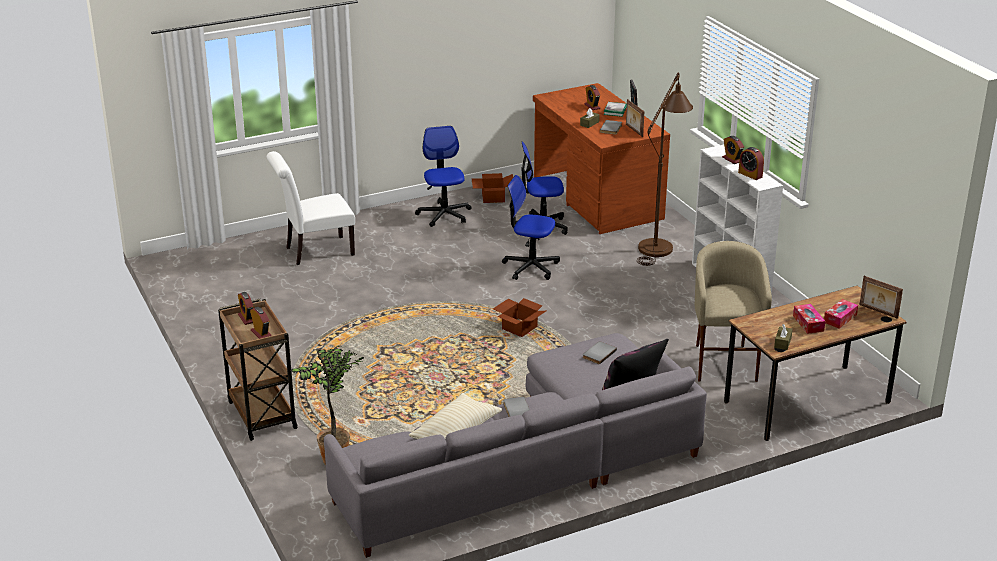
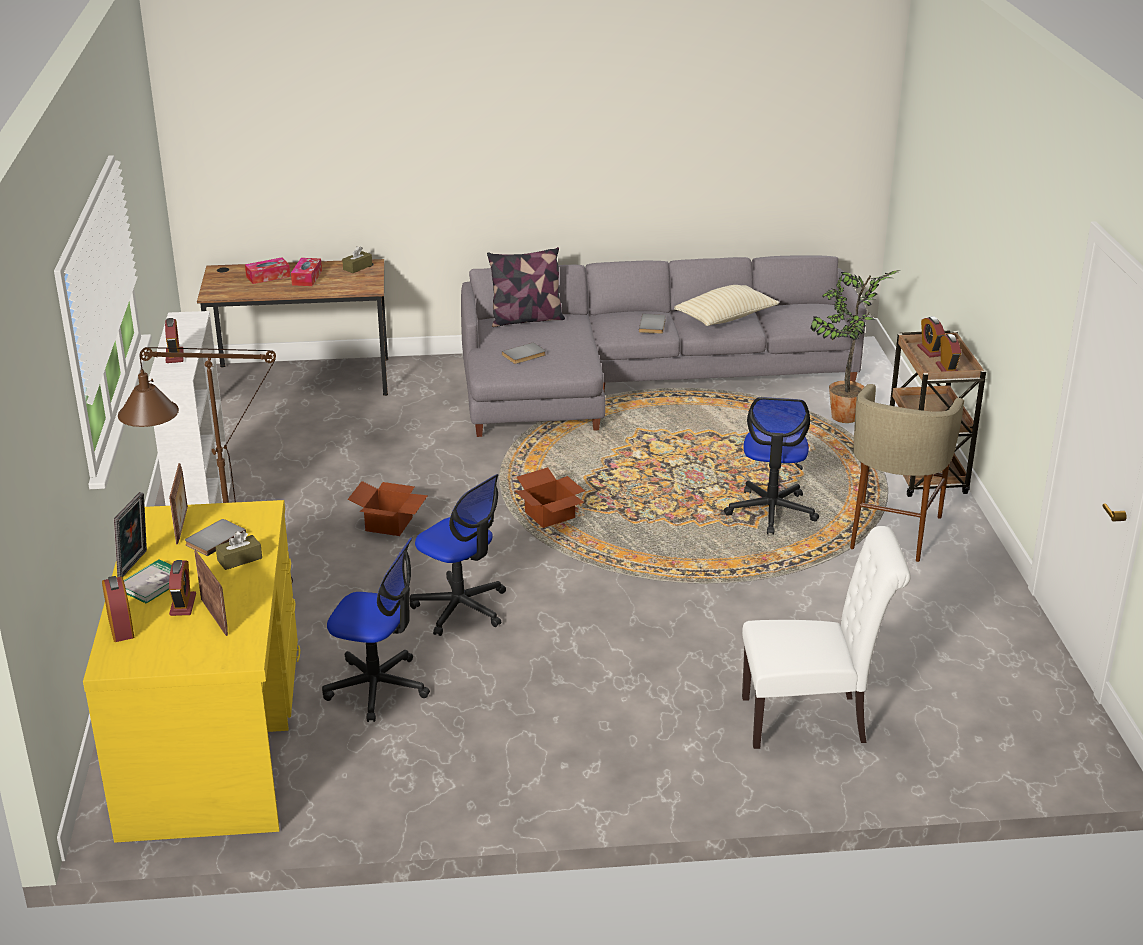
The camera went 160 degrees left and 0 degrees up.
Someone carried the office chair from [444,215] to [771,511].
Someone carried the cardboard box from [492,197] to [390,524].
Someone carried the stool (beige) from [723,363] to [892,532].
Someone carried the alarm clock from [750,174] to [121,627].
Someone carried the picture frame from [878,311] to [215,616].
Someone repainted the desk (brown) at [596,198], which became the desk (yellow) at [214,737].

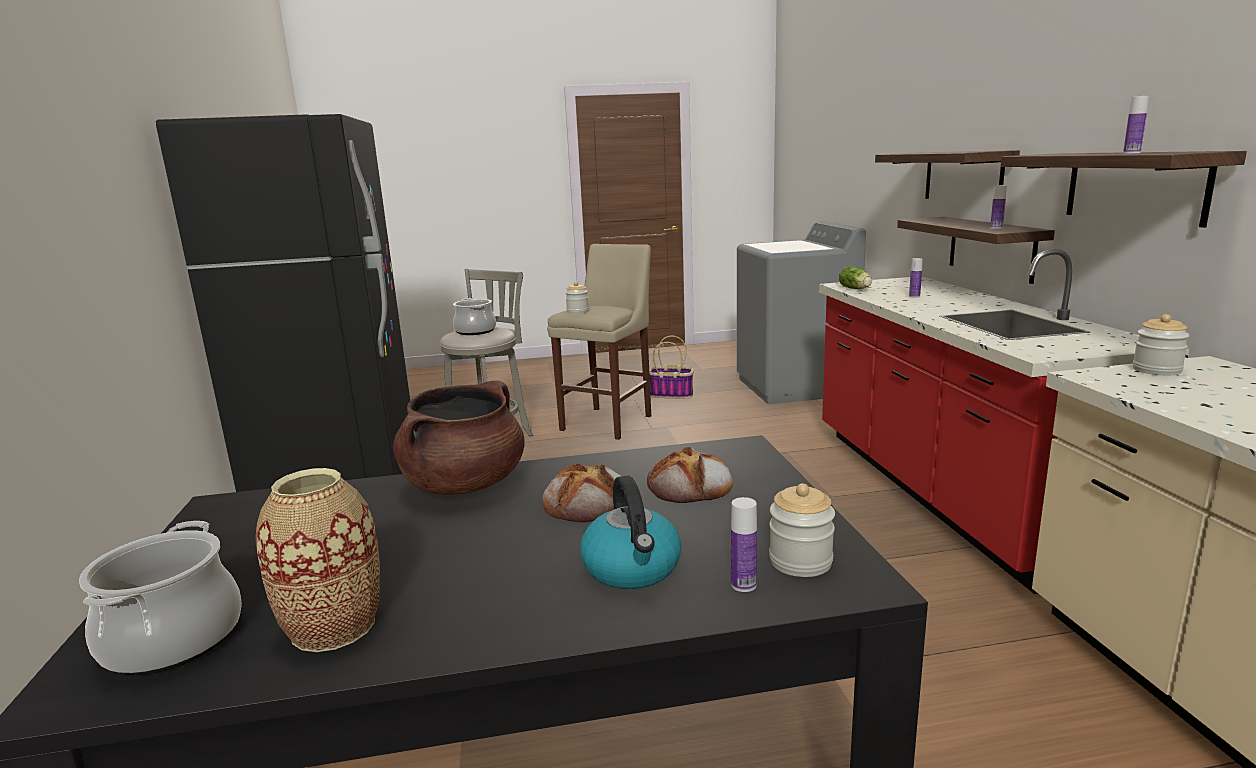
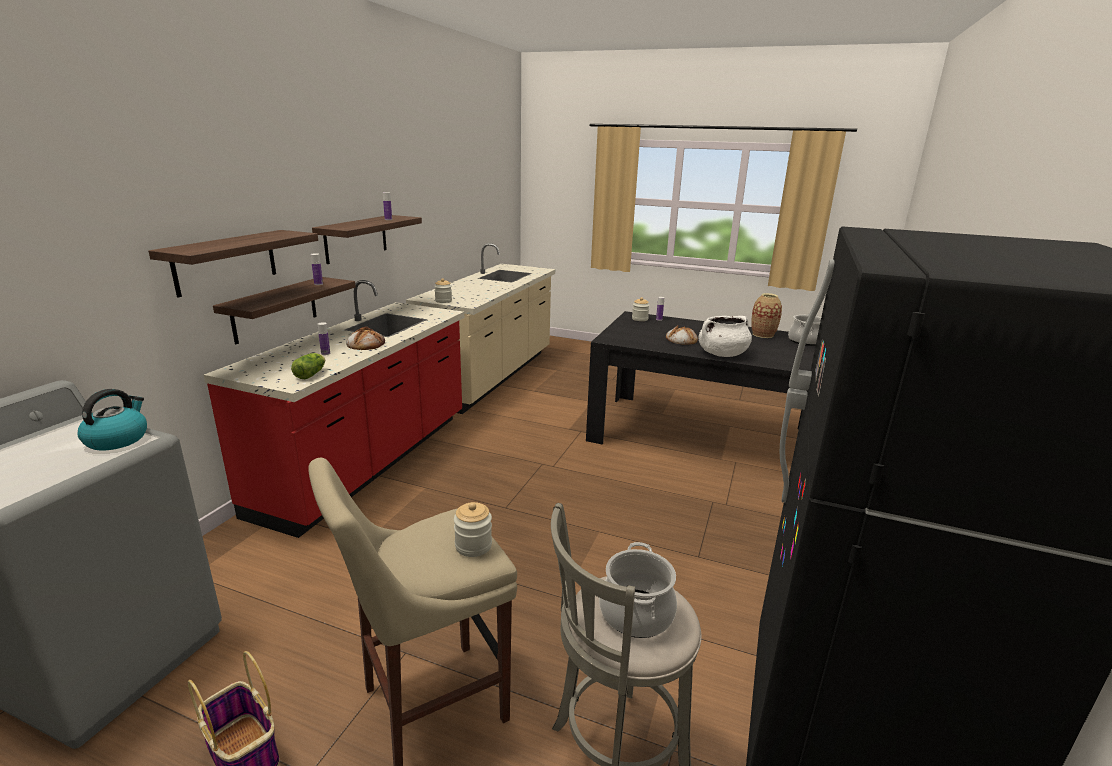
The camera went 150 degrees left and 5 degrees up.
Someone carried the kettle from [632,568] to [117,439].
Someone carried the bread from [691,486] to [365,344].
Someone repainted the cooking pot (brown) at [465,484], which became the cooking pot (white) at [722,354].

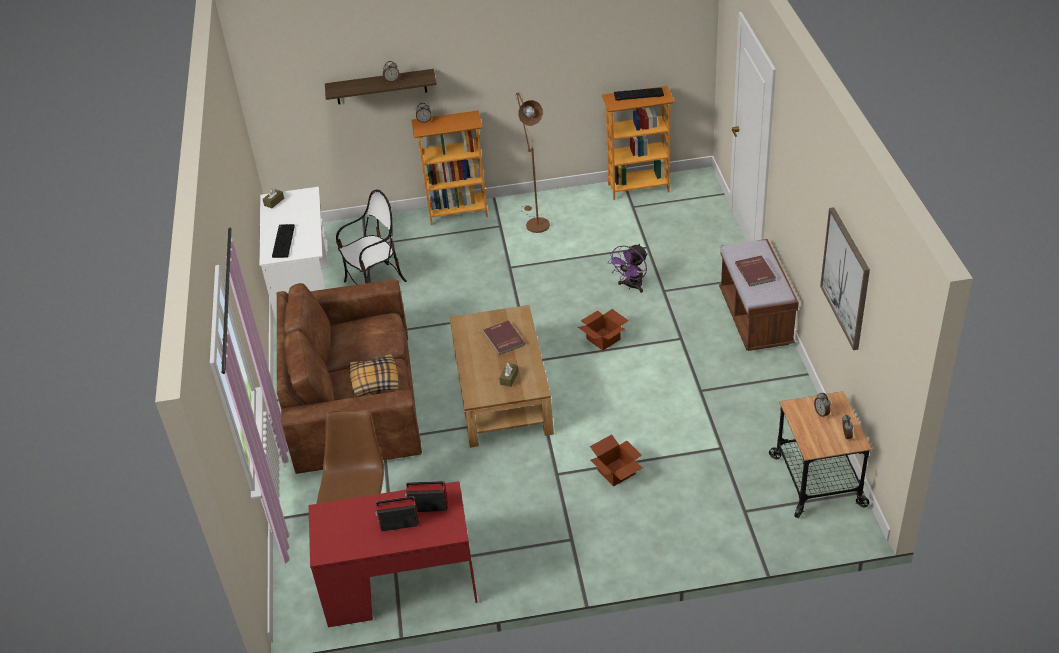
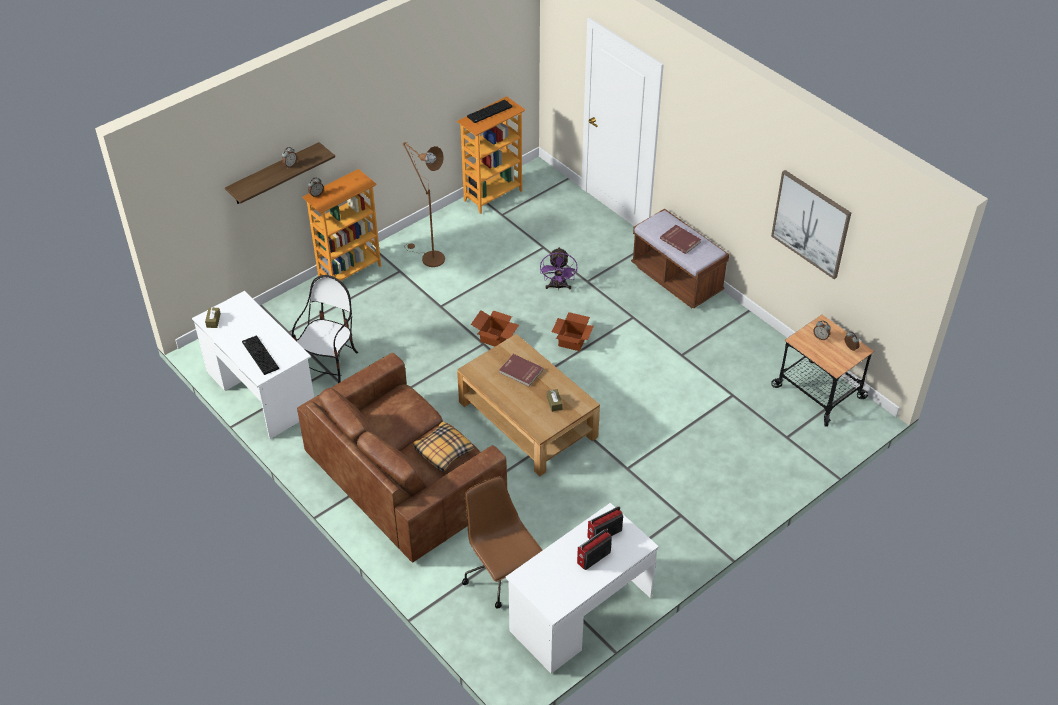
The camera went 35 degrees left and 5 degrees up.
Someone carried the cardboard box from [616,473] to [495,338].
Someone repainted the desk (red) at [400,587], which became the desk (white) at [580,614].

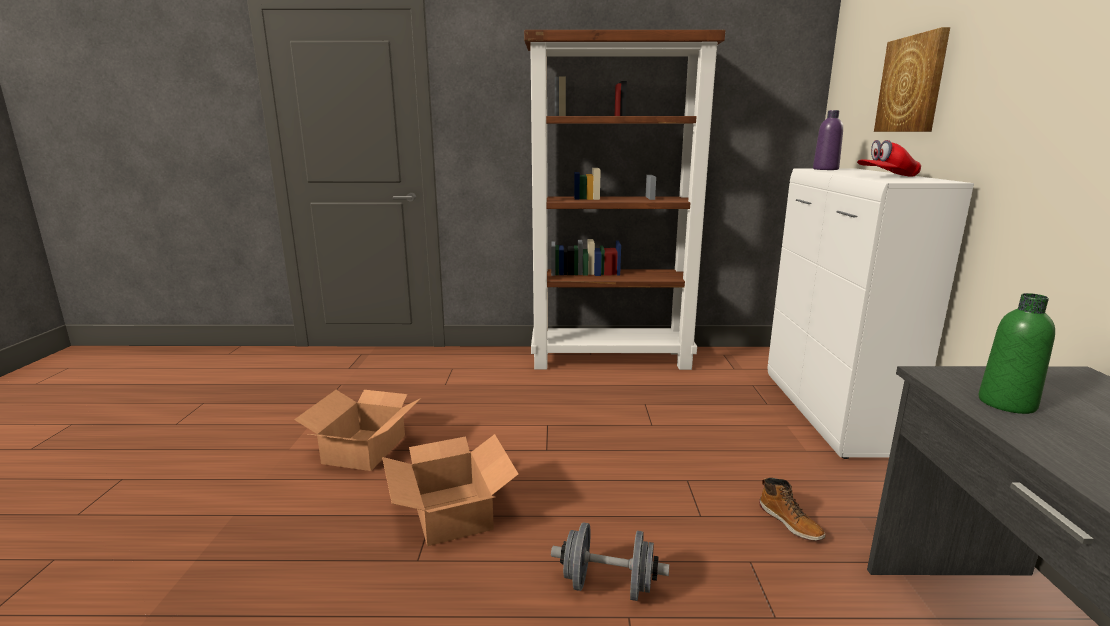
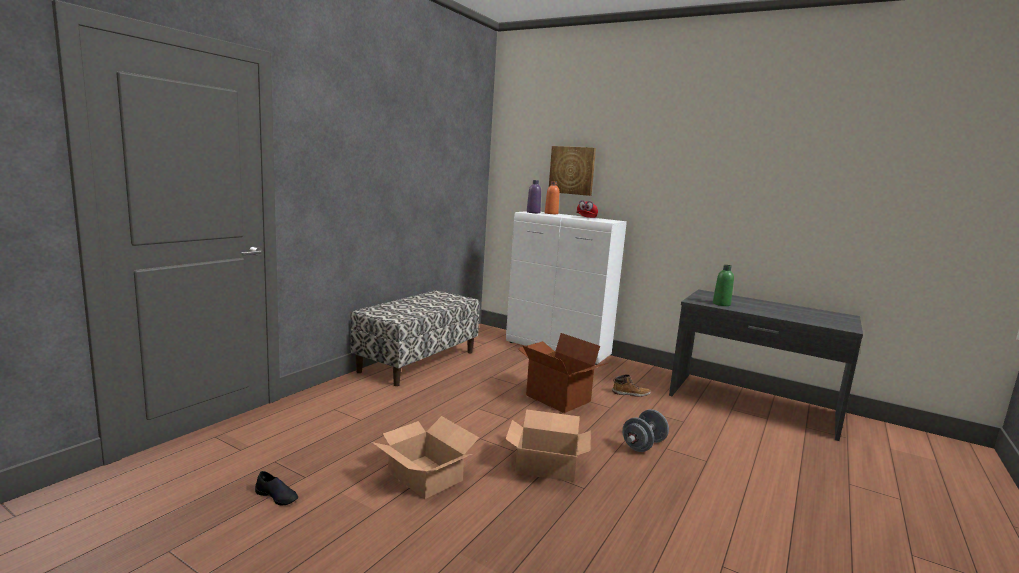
The camera went 60 degrees left and 5 degrees down.
Someone put down the shoe (black) at [277,496].
Someone put down the cardboard box at [557,399].
Someone put down the bottle (orange) at [551,213].
Someone swapped the bookcase (brown) at [612,359] for the bench at [418,361].

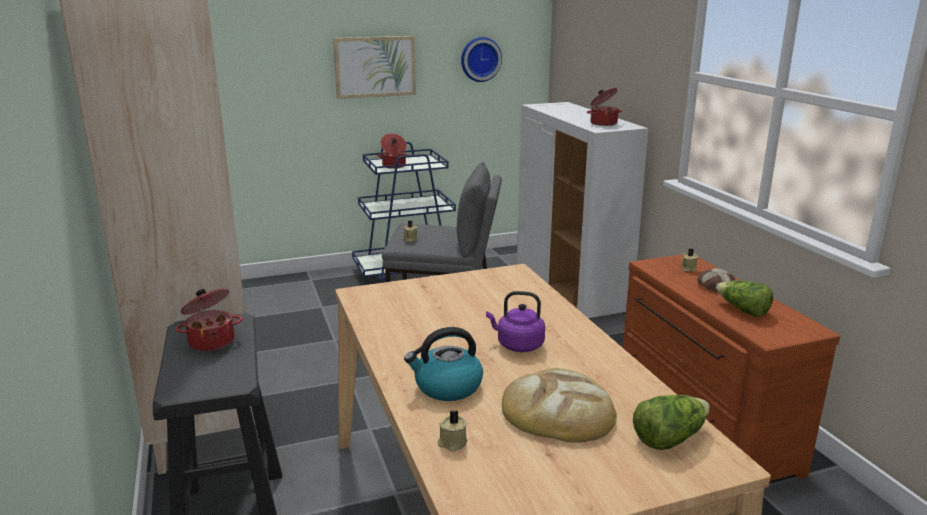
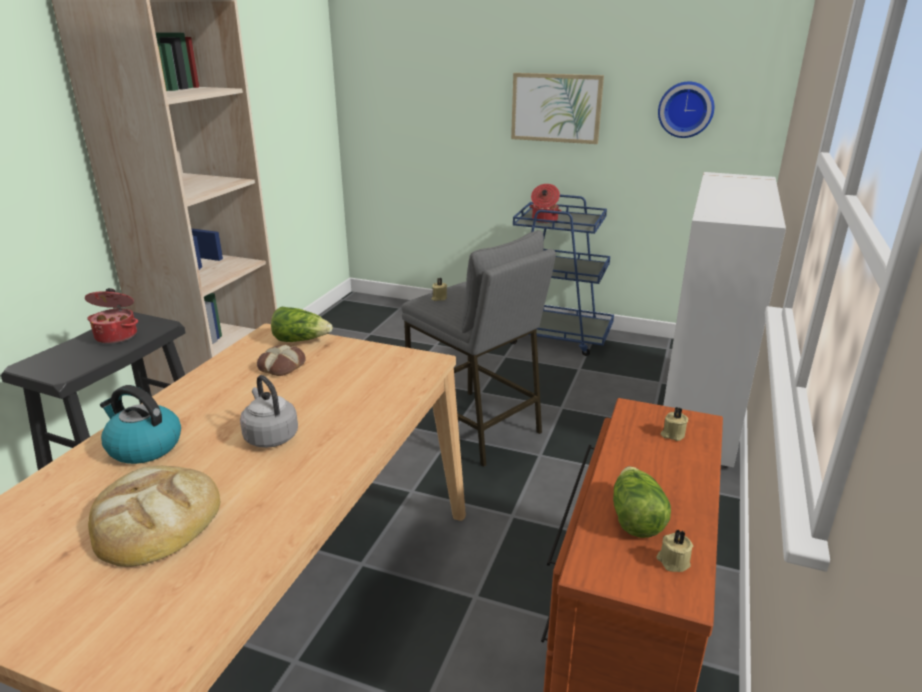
The camera went 40 degrees right and 5 degrees up.
Someone took away the cooking pot at [603,123].
Someone carried the candle (beige) from [452,443] to [672,561].
Someone carried the lettuce from [669,438] to [301,340].
Someone carried the bread from [715,285] to [281,366].
Someone repainted the kettle (purple) at [517,345], which became the kettle (grey) at [270,436].

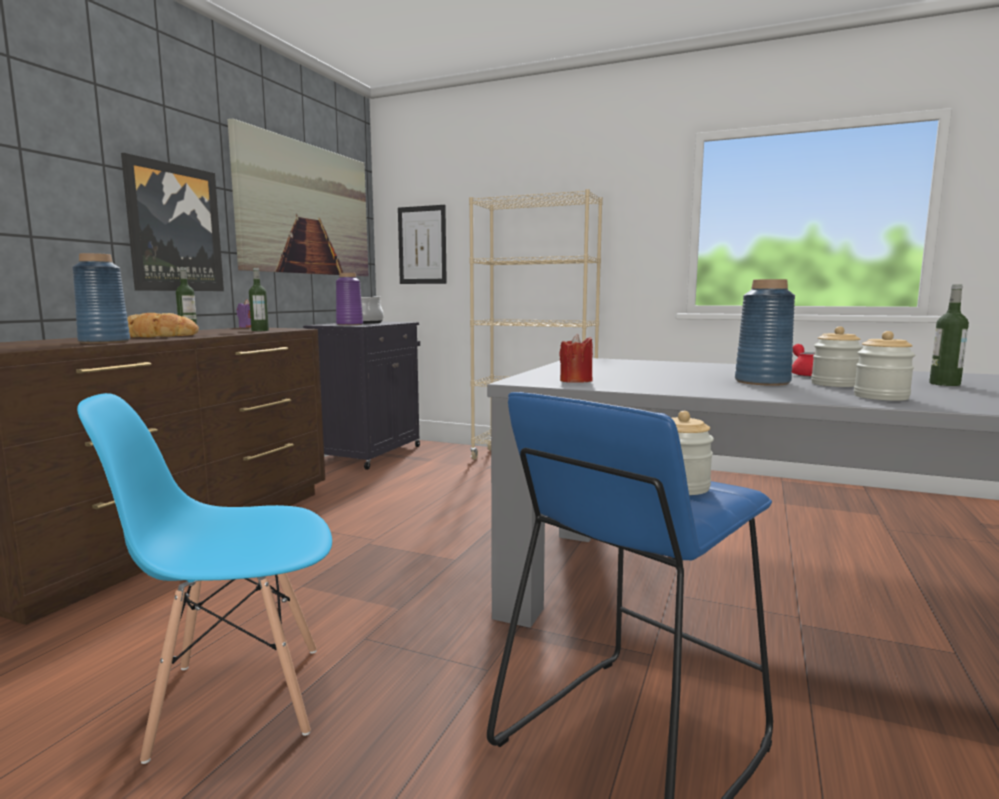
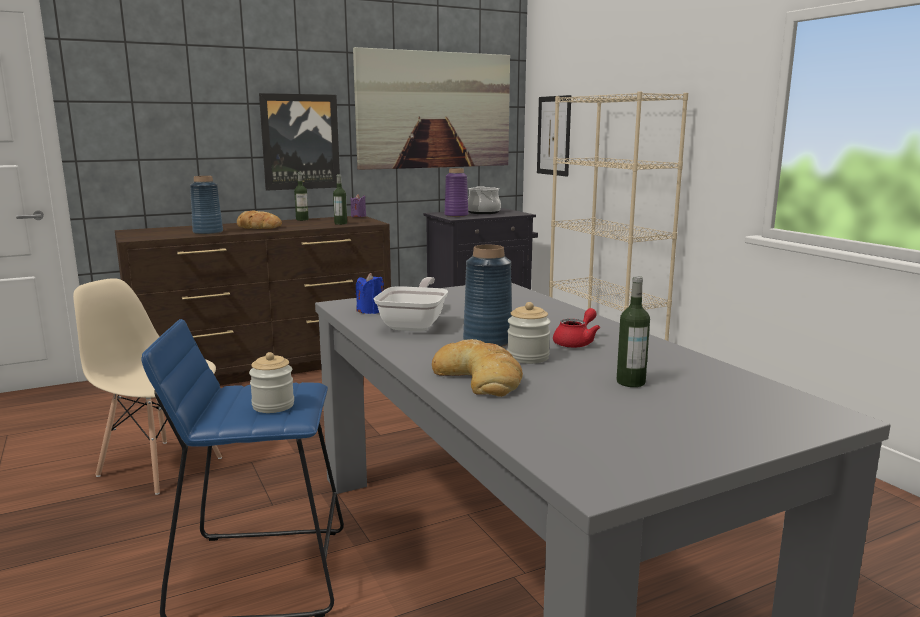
The camera went 40 degrees right and 5 degrees up.
Someone put down the frying pan at [415,324].
Someone swapped the jar at [881,397] for the bread at [479,377].
Someone repainted the chair (blue) at [238,698], which became the chair (beige) at [160,466].
Someone repainted the candle (red) at [576,381], which became the candle (blue) at [370,311].

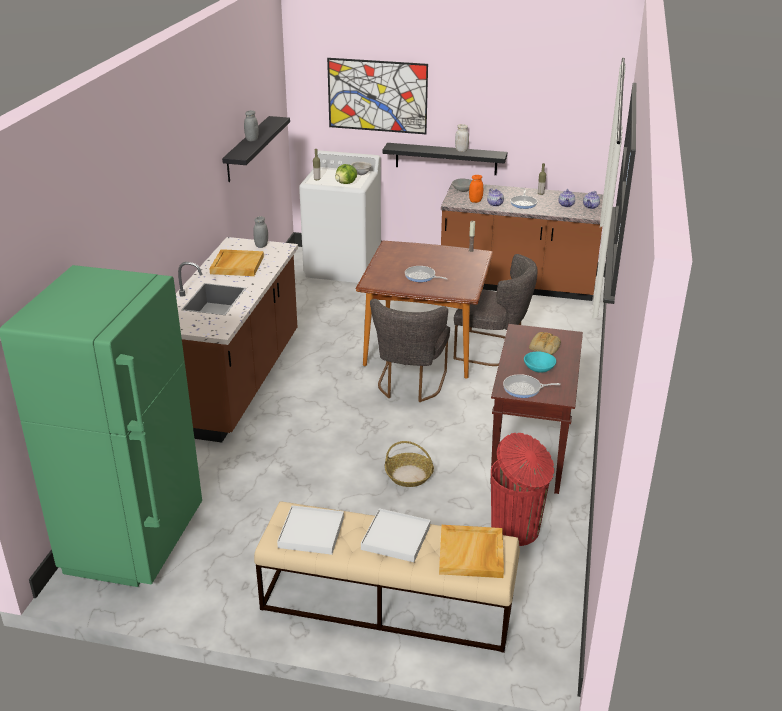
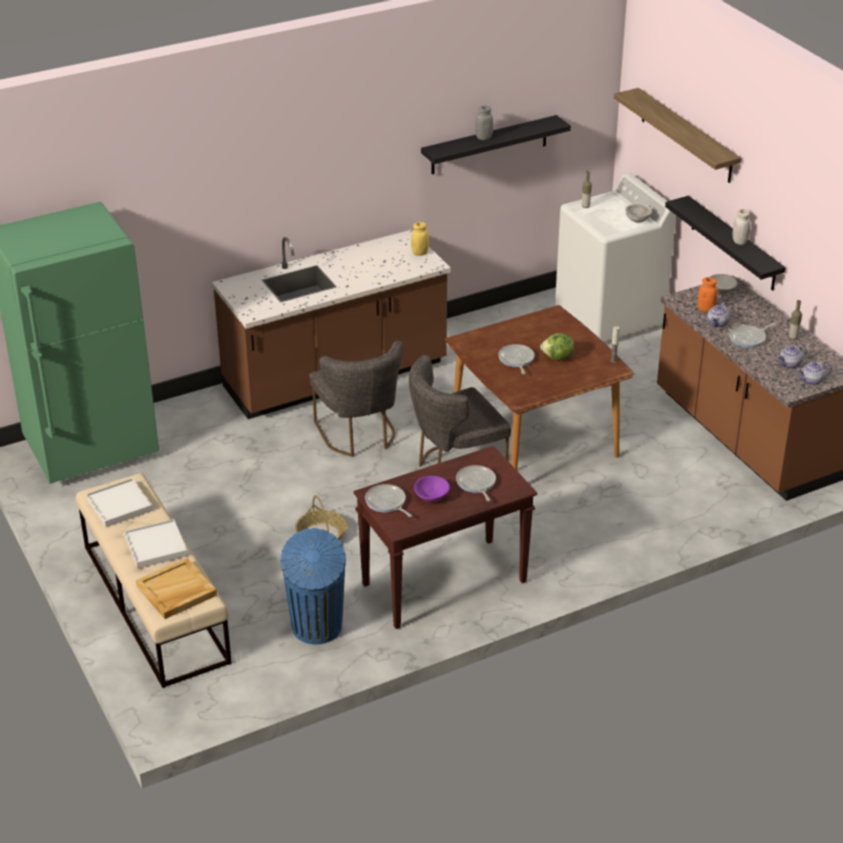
The camera went 50 degrees right and 5 degrees up.
Someone took away the tray (beige) at [237,265].
Someone carried the lettuce from [346,183] to [558,358].
Someone carried the chair (grey) from [492,350] to [359,435].
Someone swapped the picture at [377,96] for the shelf at [686,136].
Someone swapped the bread at [545,347] for the frying pan at [476,483].
Someone repainted the jar (grey) at [261,245], which became the jar (yellow) at [420,253].
Someone repainted the trash can (red) at [516,530], which became the trash can (blue) at [317,628].
Someone repainted the bowl (turquoise) at [539,369], which became the bowl (purple) at [432,496].

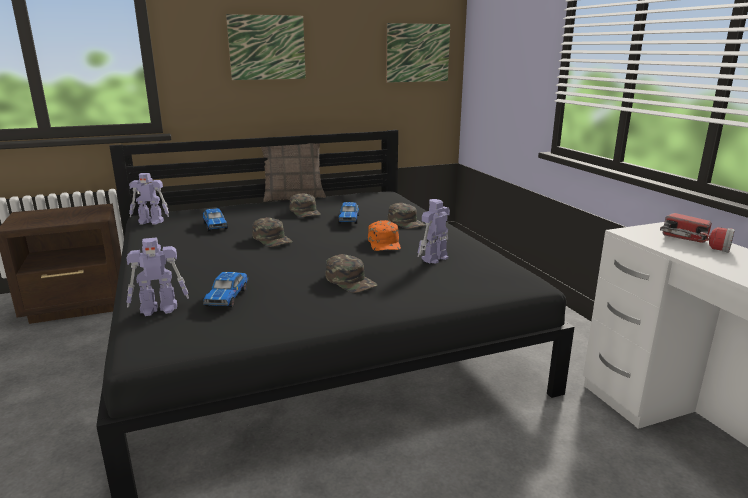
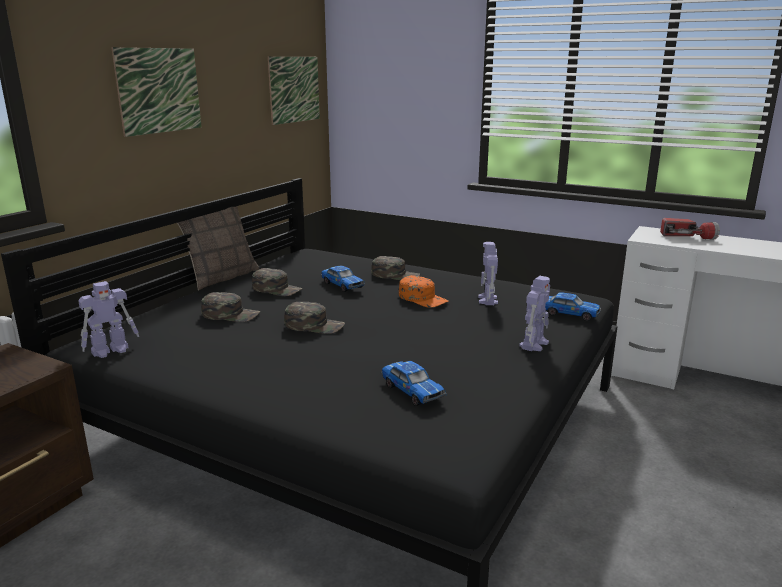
The camera went 40 degrees left and 0 degrees up.
Someone carried the toy robot from [160,309] to [534,344].
Someone carried the toy car from [215,225] to [569,313].
Someone carried the cap (green) from [351,281] to [231,314].

